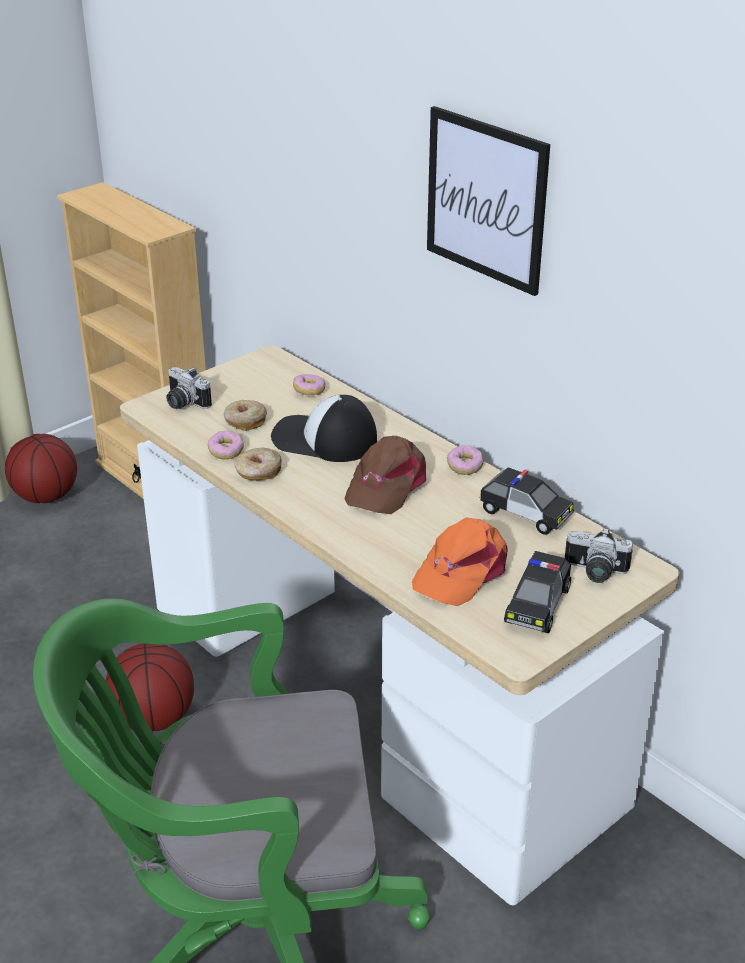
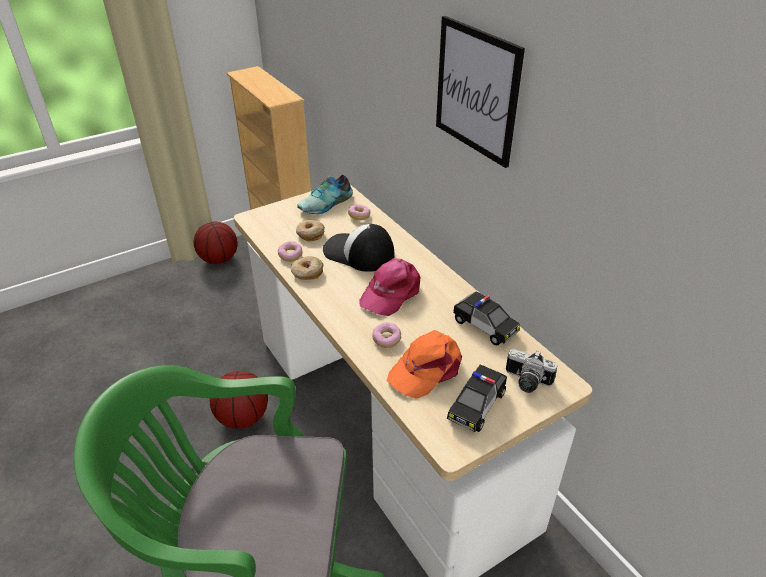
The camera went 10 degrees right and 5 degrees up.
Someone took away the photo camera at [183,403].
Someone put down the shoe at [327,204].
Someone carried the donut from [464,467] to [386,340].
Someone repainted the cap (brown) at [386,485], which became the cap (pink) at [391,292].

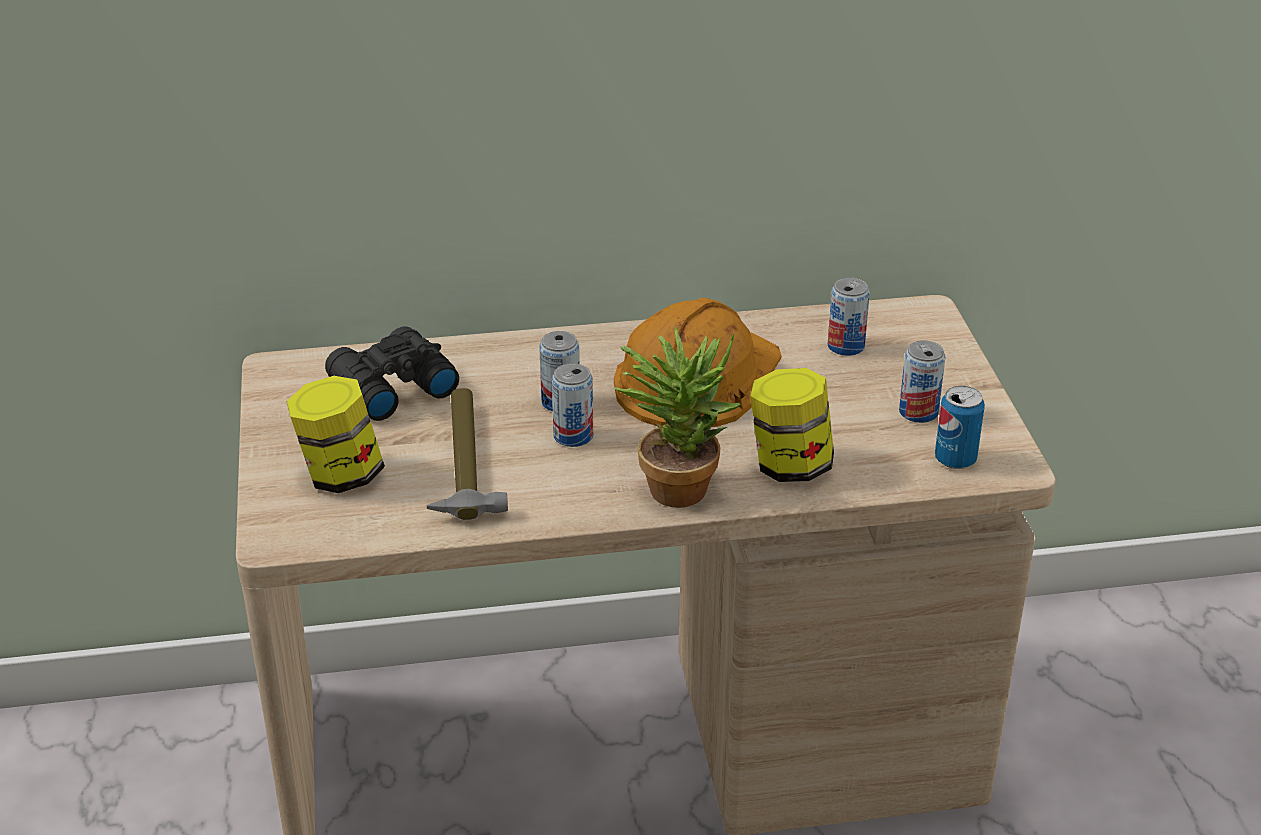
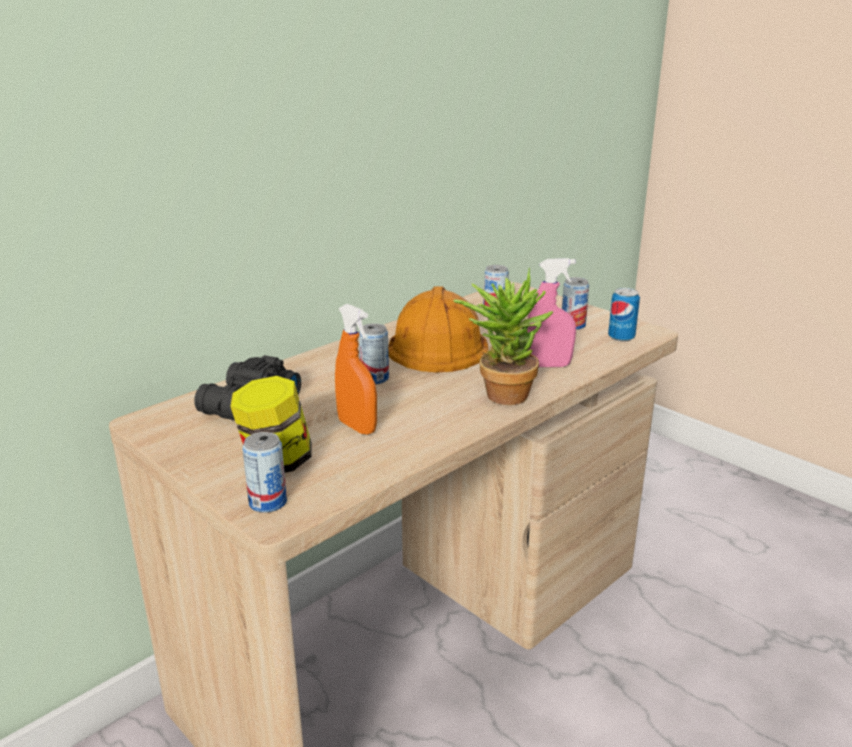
The camera went 35 degrees left and 10 degrees down.
Someone carried the can from [573,436] to [268,502].
Someone swapped the hammer at [465,464] for the spray bottle (orange) at [357,427].
Someone swapped the jar at [790,466] for the spray bottle (pink) at [548,365].

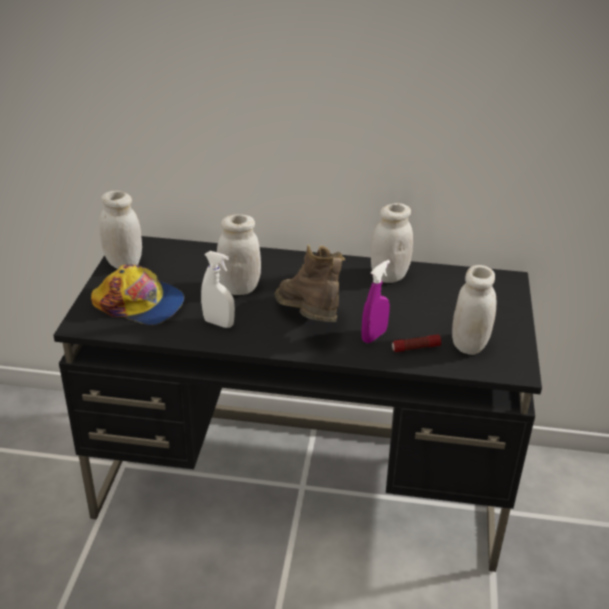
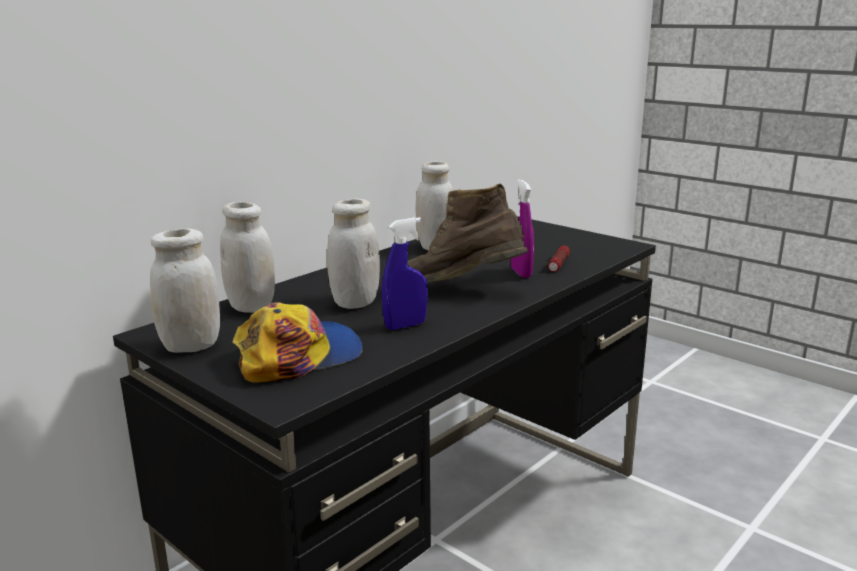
The camera went 55 degrees left and 15 degrees down.
Someone carried the jar (white) from [469,345] to [251,306].
Someone repainted the spray bottle (white) at [218,323], which became the spray bottle (blue) at [405,325].

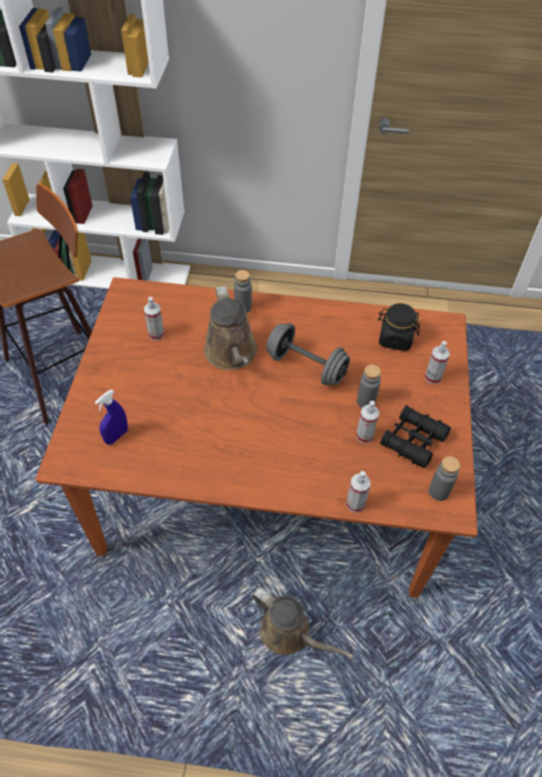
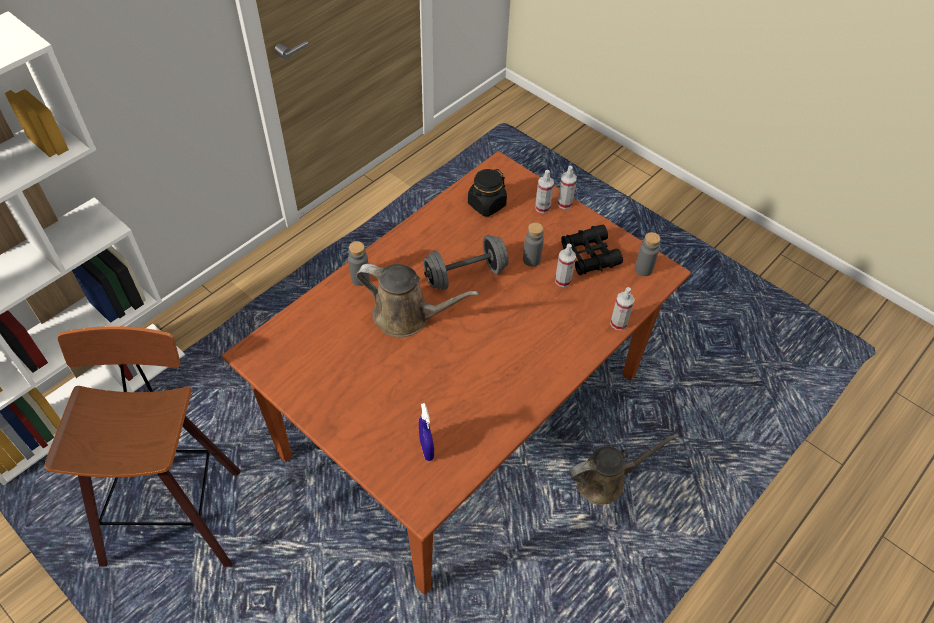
The camera went 55 degrees left and 0 degrees up.
Someone carried the spray bottle from [156,334] to [564,203].

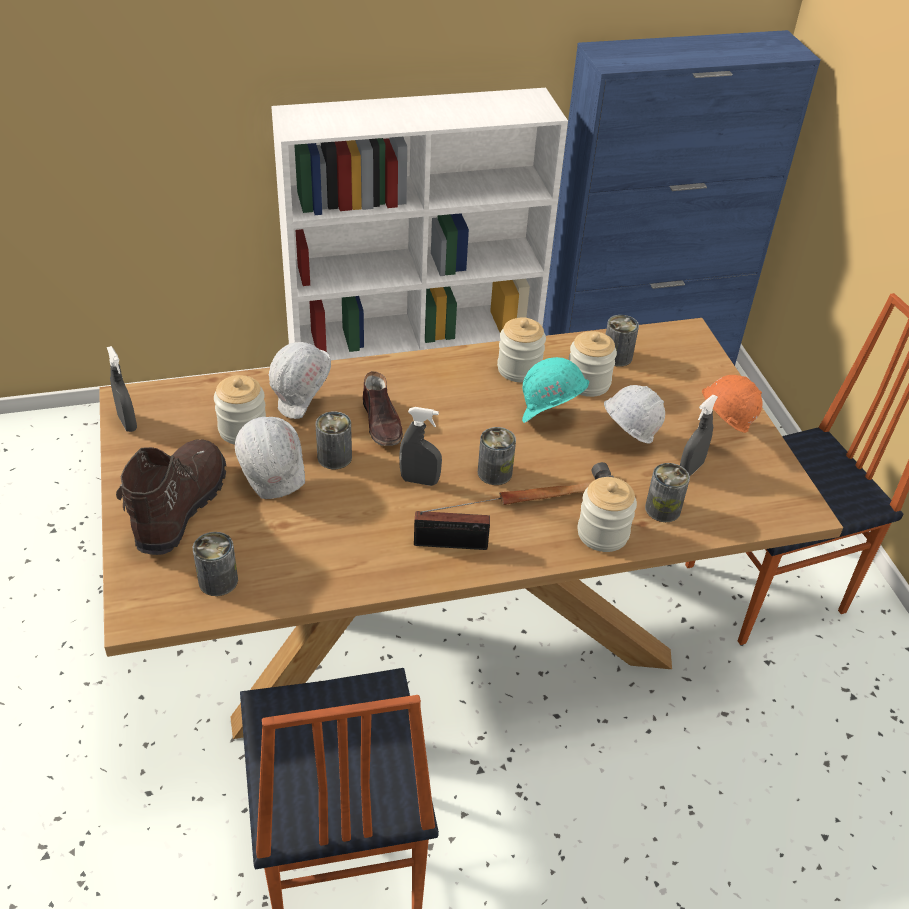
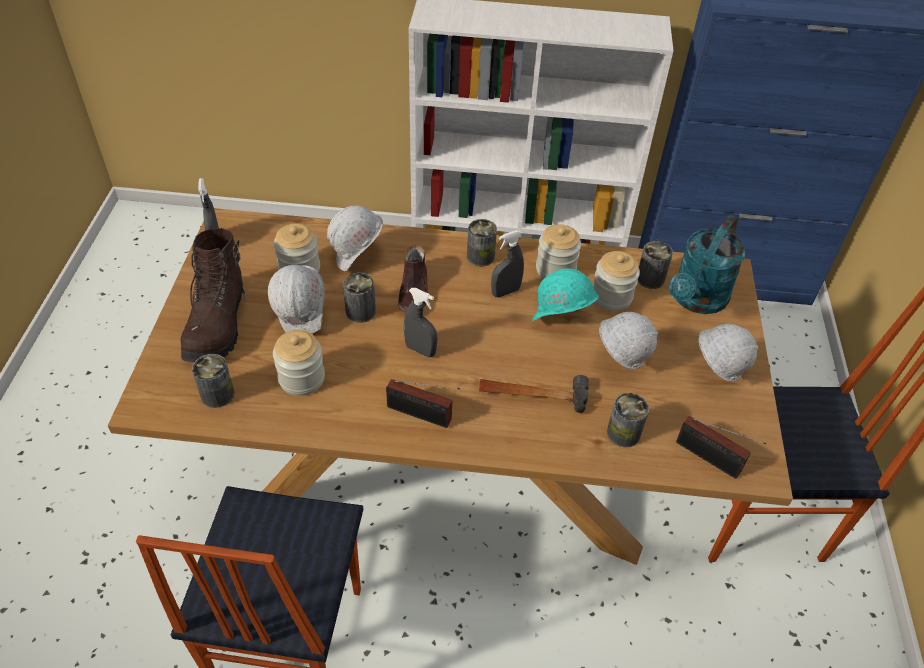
The camera went 20 degrees right and 5 degrees up.
Someone put down the watering can (turquoise) at [696,300].
Someone put down the radio at [711,459].
Someone carried the can from [494,473] to [480,256].
Someone carried the jar from [602,533] to [301,378].
Someone carried the spray bottle (grey) from [690,469] to [505,292].
Someone repainted the hard hat (orange) at [720,431], which became the hard hat (white) at [715,372].
Someone rotated the boot (brown) at [179,508] by 150 degrees clockwise.

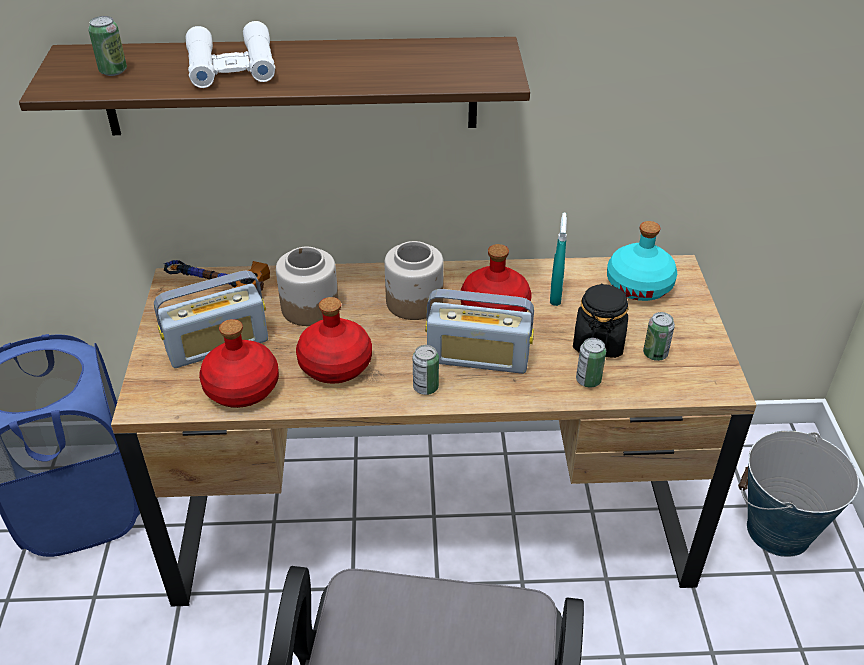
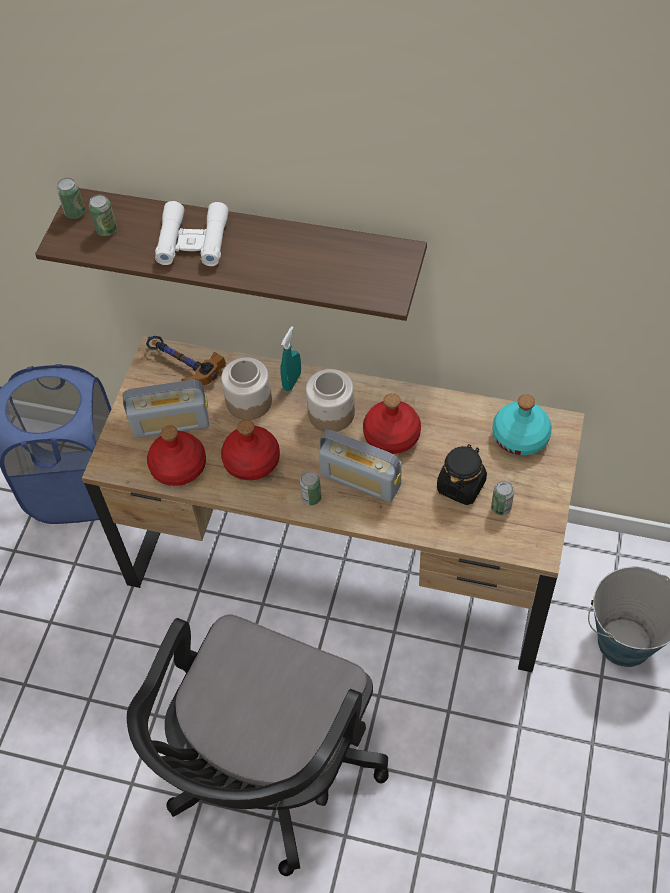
The camera went 20 degrees right and 15 degrees up.
Someone carried the spray bottle (turquoise) from [555,296] to [292,381].
Someone carried the can from [588,380] to [75,213].

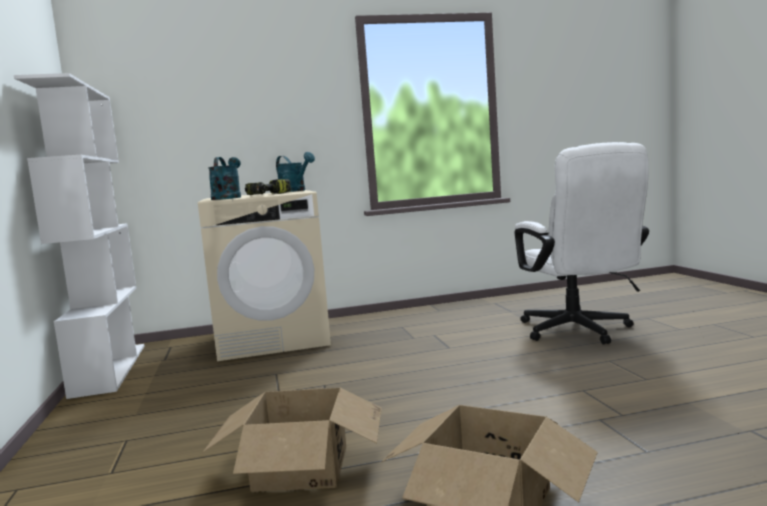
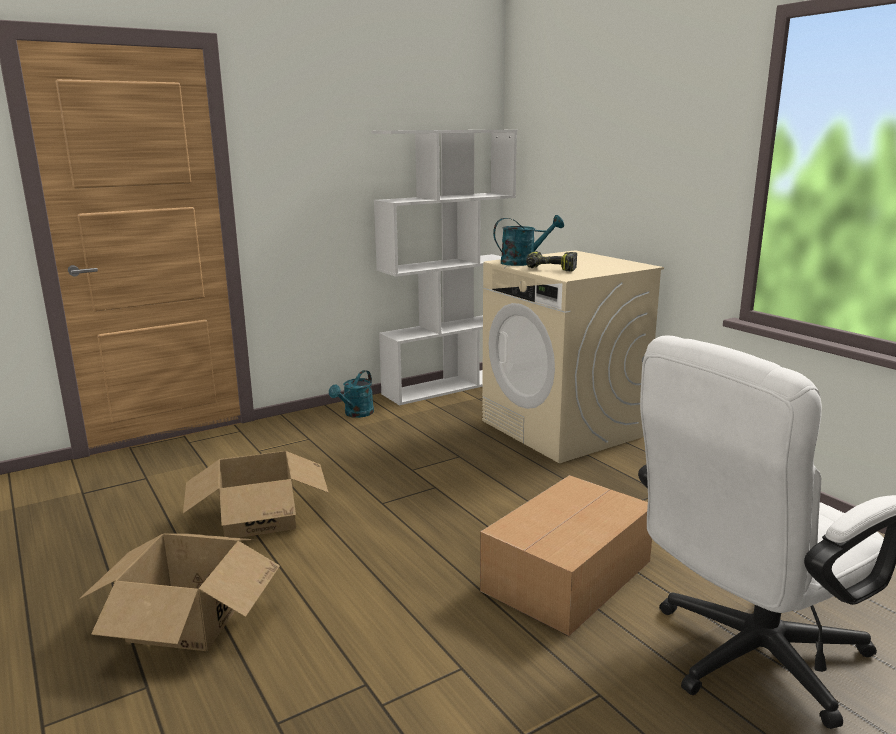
The camera went 70 degrees right and 10 degrees up.
Someone put down the cardboard box at [570,575].
Someone carried the watering can (turquoise) from [295,191] to [356,414].

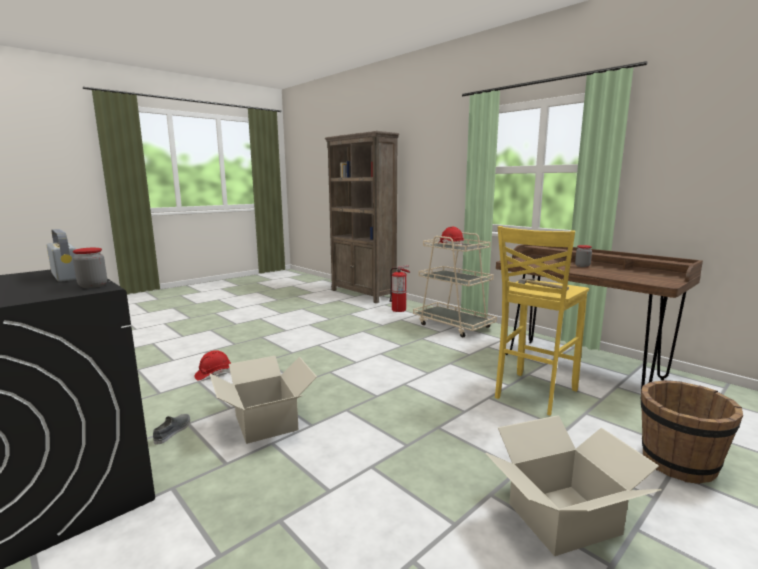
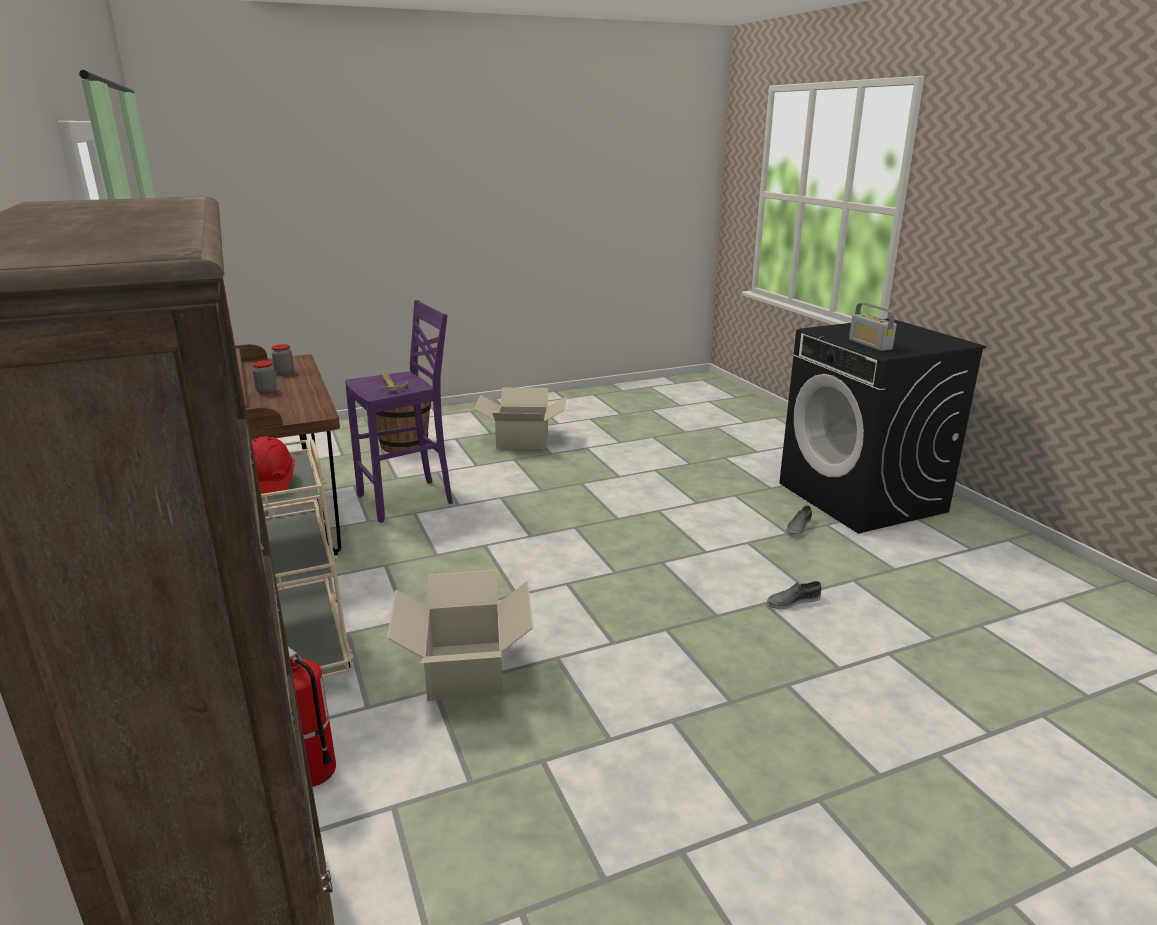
The camera went 160 degrees left and 10 degrees up.
Someone carried the jar from [93,285] to [284,372].
Someone carried the cardboard box from [265,422] to [466,670].
Someone swapped the hard hat (red) at [213,374] for the shoe (grey) at [793,601].
Someone repainted the stool (yellow) at [533,394], which became the stool (purple) at [408,500].

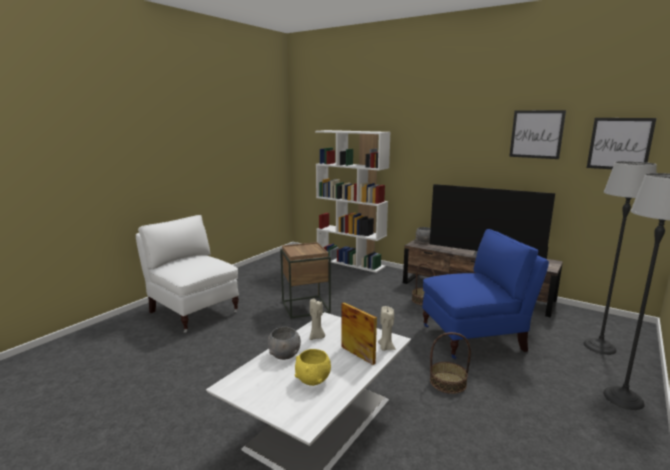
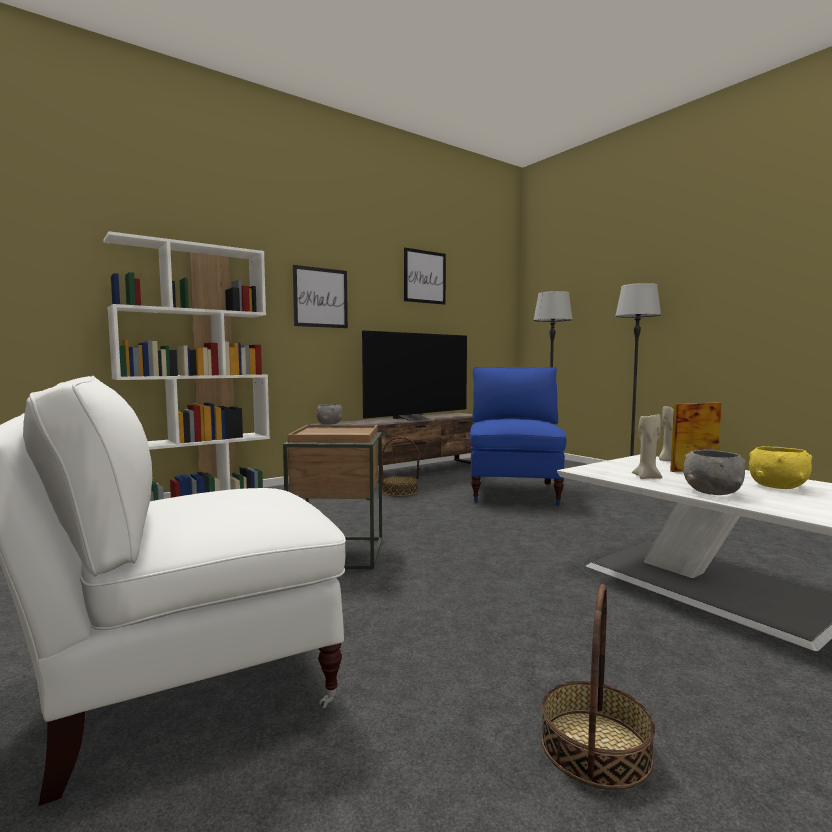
The camera went 70 degrees left and 10 degrees down.
Someone carried the basket from [448,382] to [594,747].
Someone carried the picture from [619,144] to [320,297].

